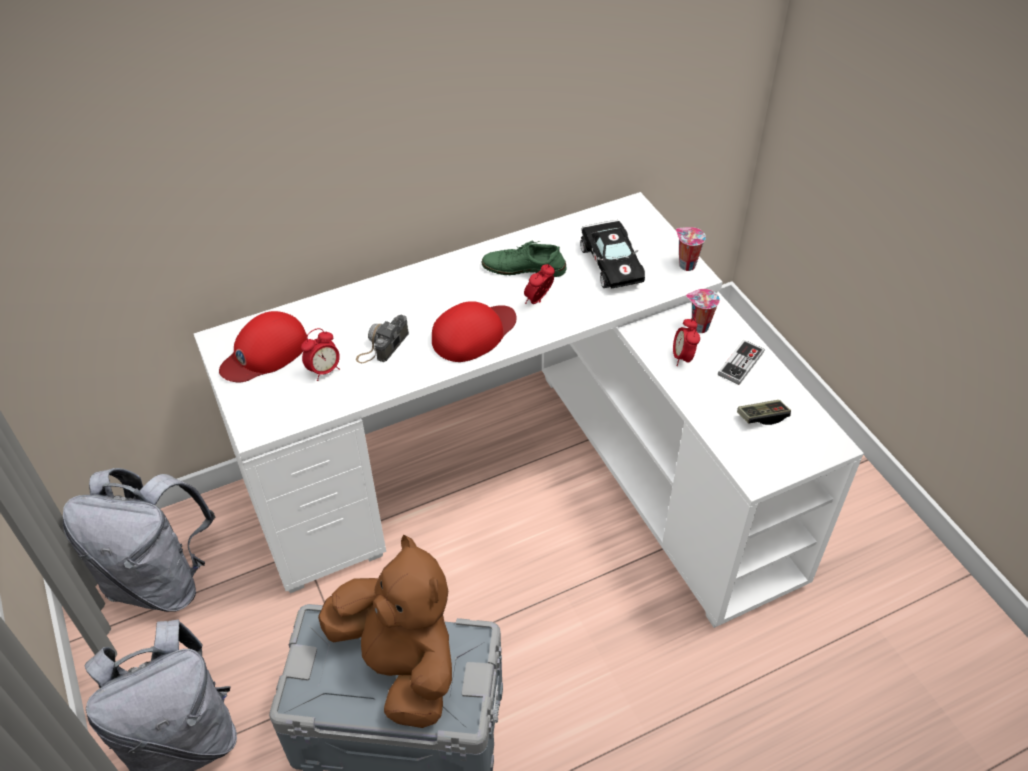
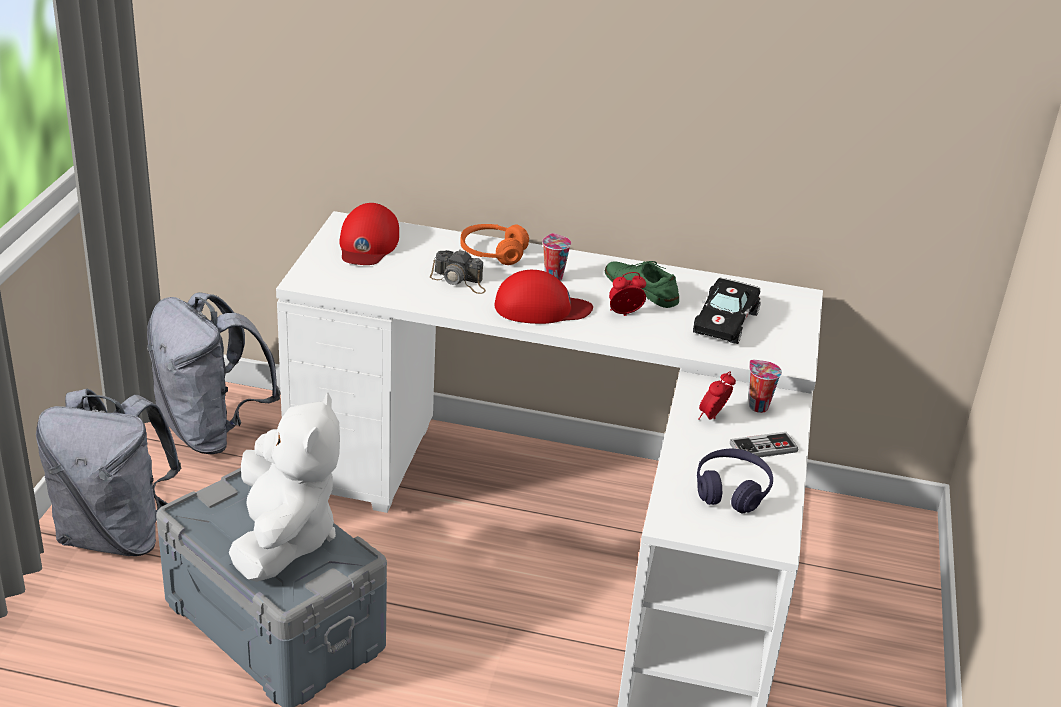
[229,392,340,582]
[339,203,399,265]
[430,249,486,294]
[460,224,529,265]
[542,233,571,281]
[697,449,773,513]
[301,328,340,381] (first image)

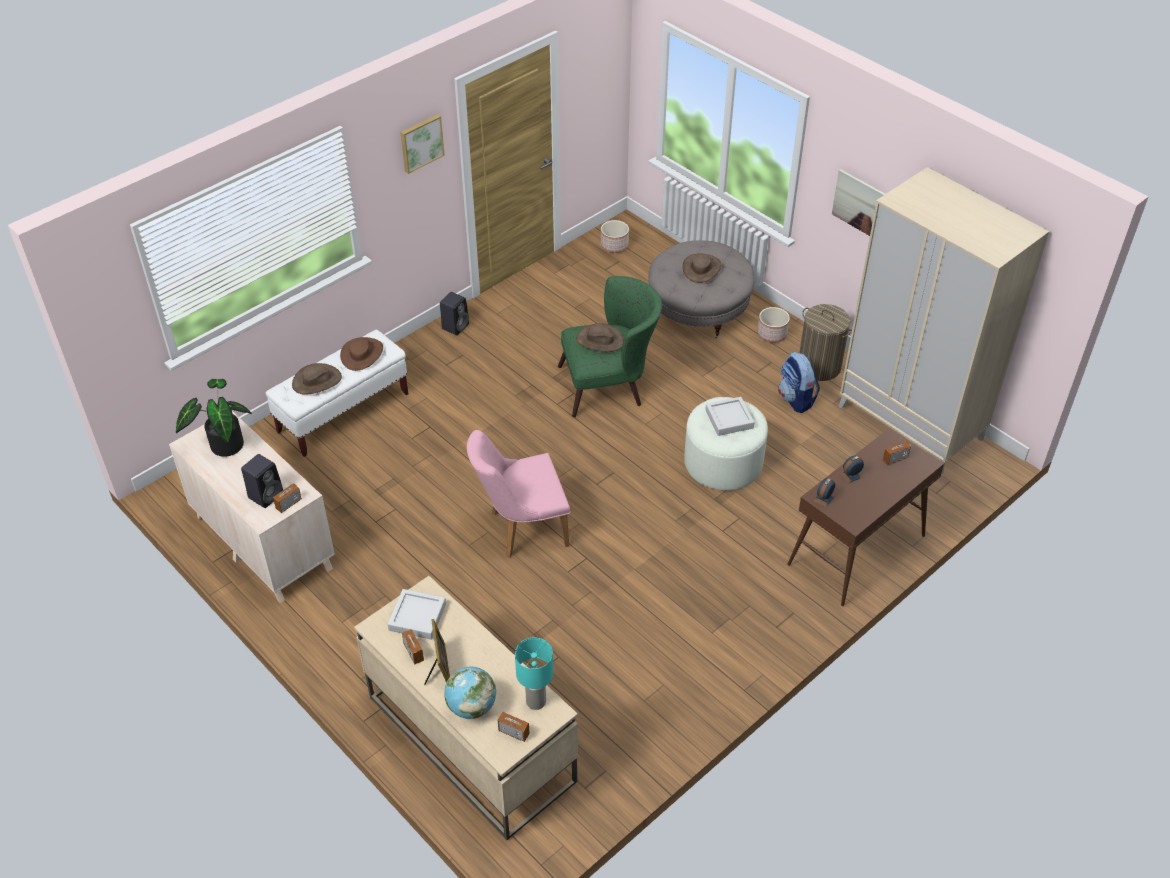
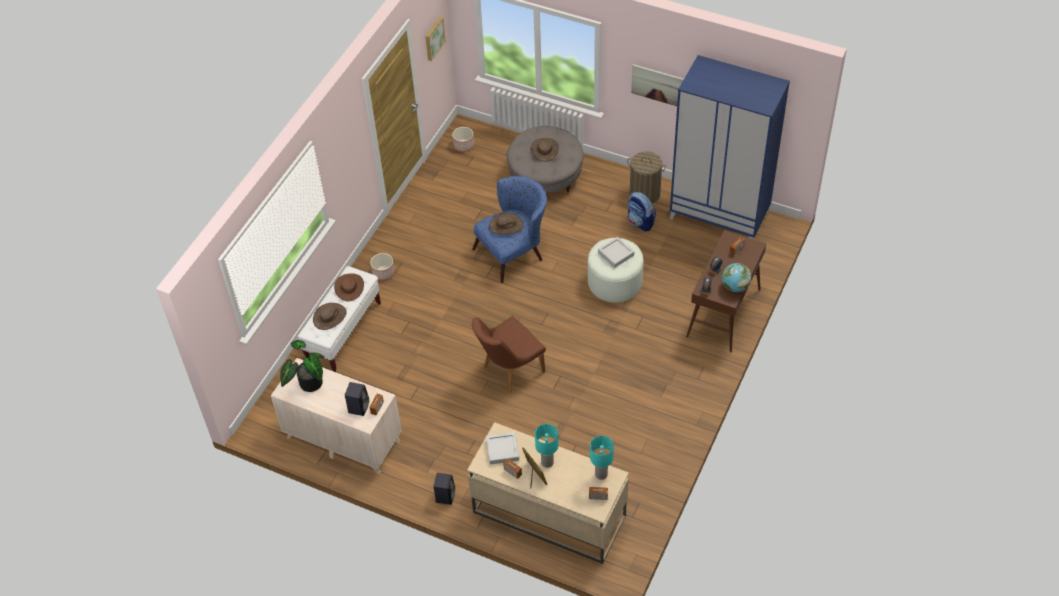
[370,253,395,280]
[425,17,446,61]
[434,473,455,505]
[472,176,547,283]
[472,316,546,393]
[535,424,558,468]
[670,55,790,239]
[722,263,751,292]

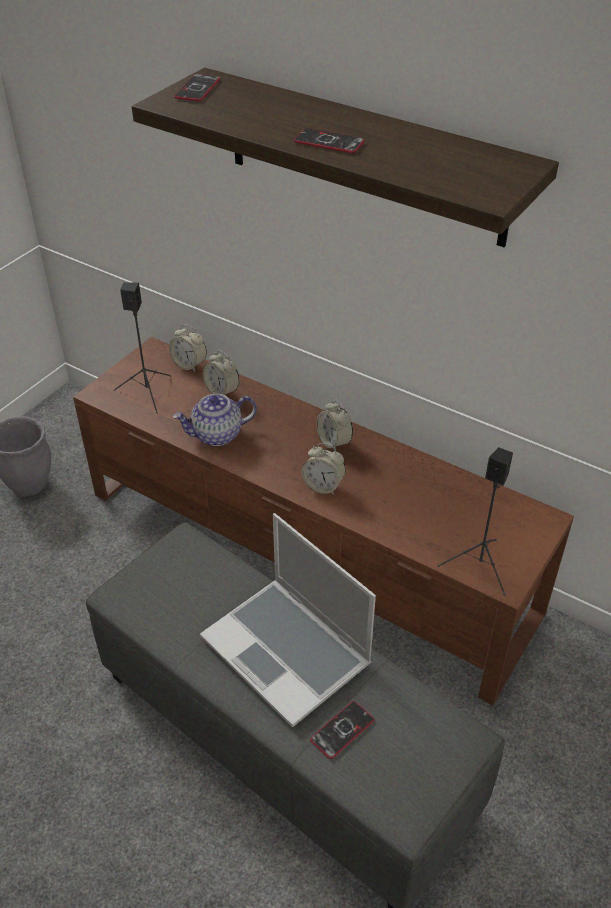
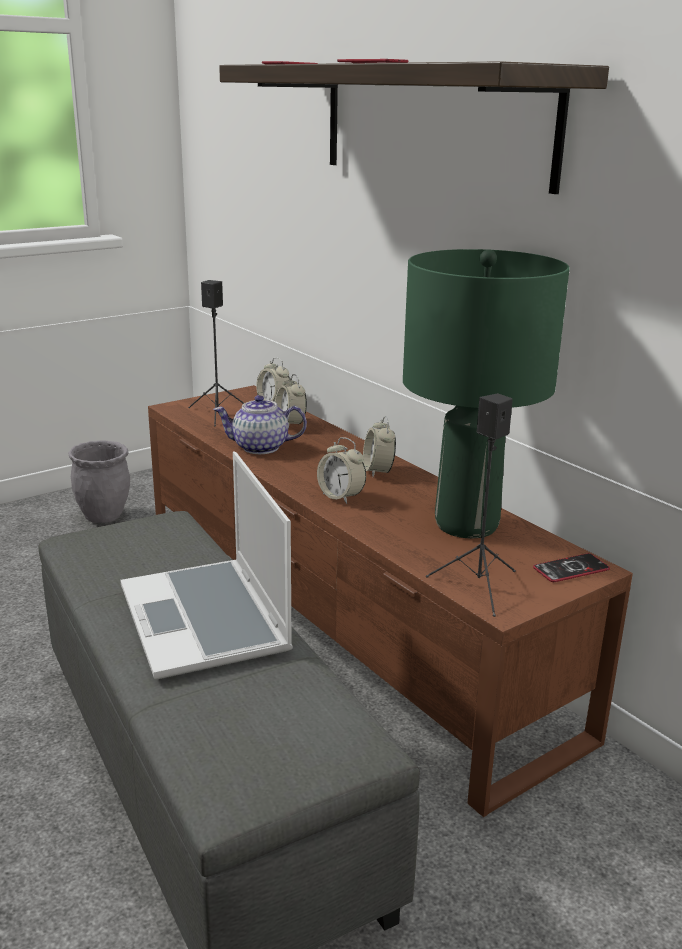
[403,249,570,538]
[533,553,610,582]

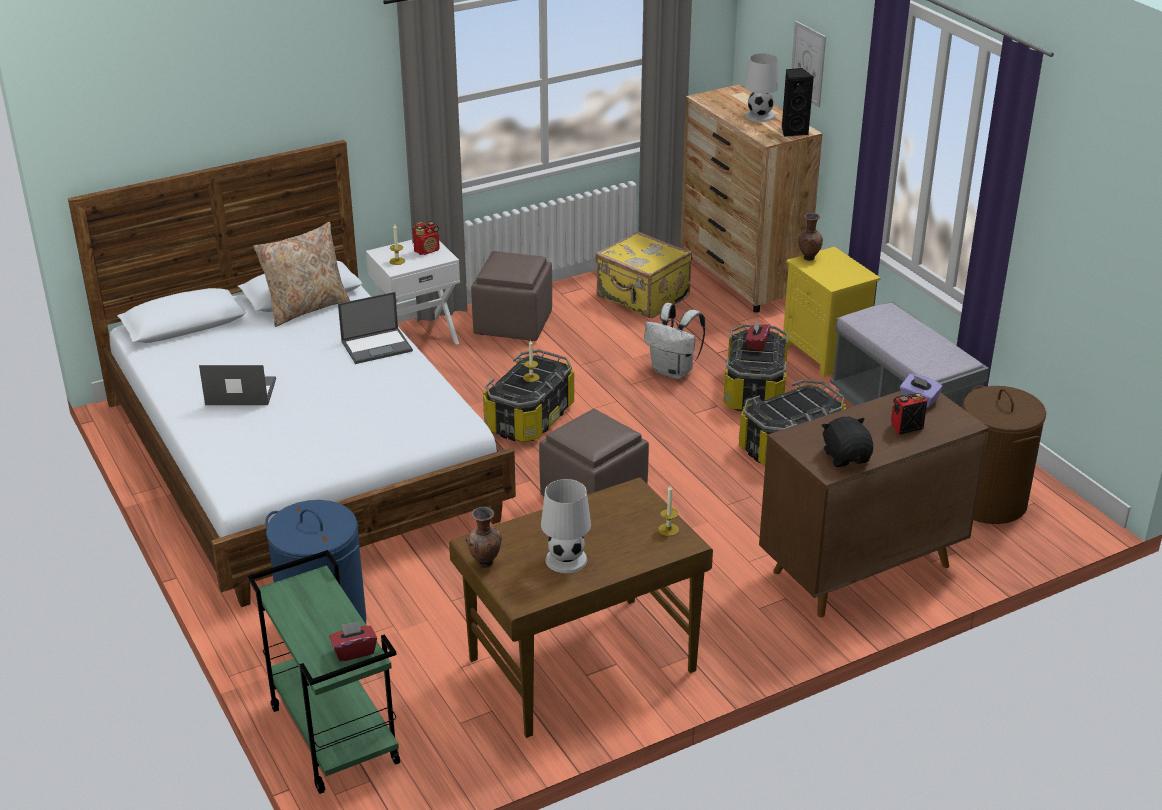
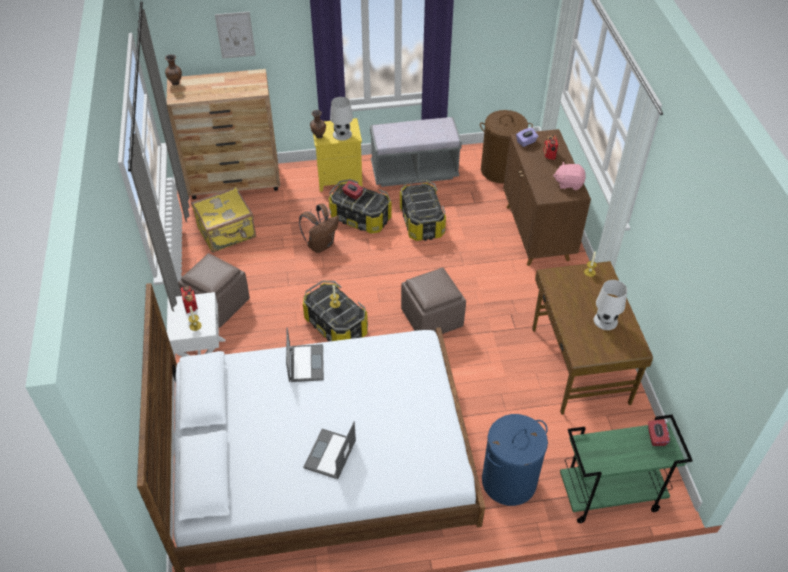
[165,54,182,85]
[299,204,339,253]
[330,97,353,141]
[553,162,586,190]
[253,222,350,327] (first image)
[782,68,814,137] (first image)

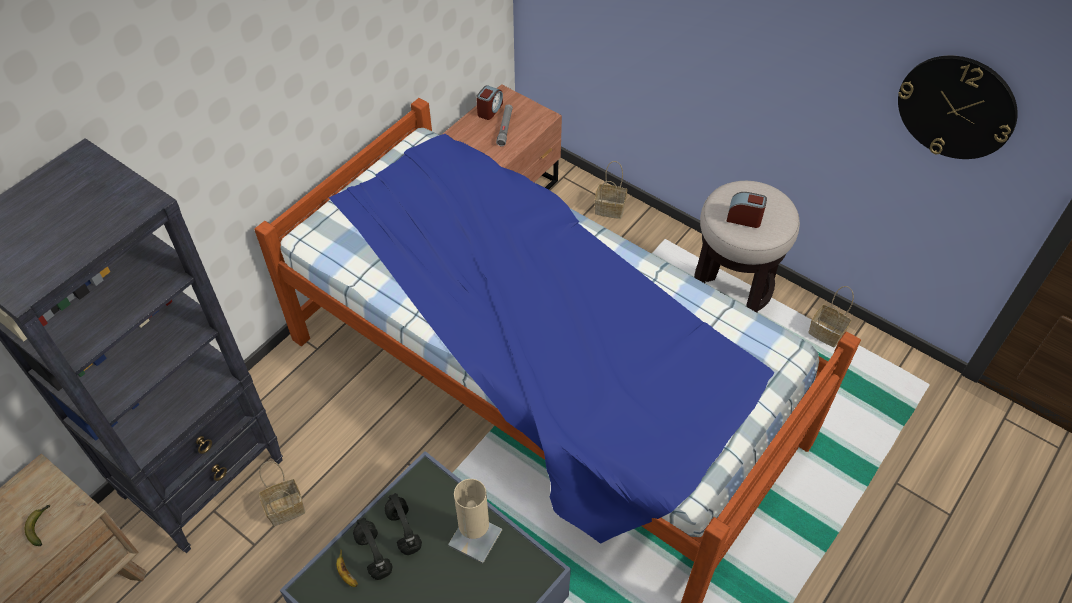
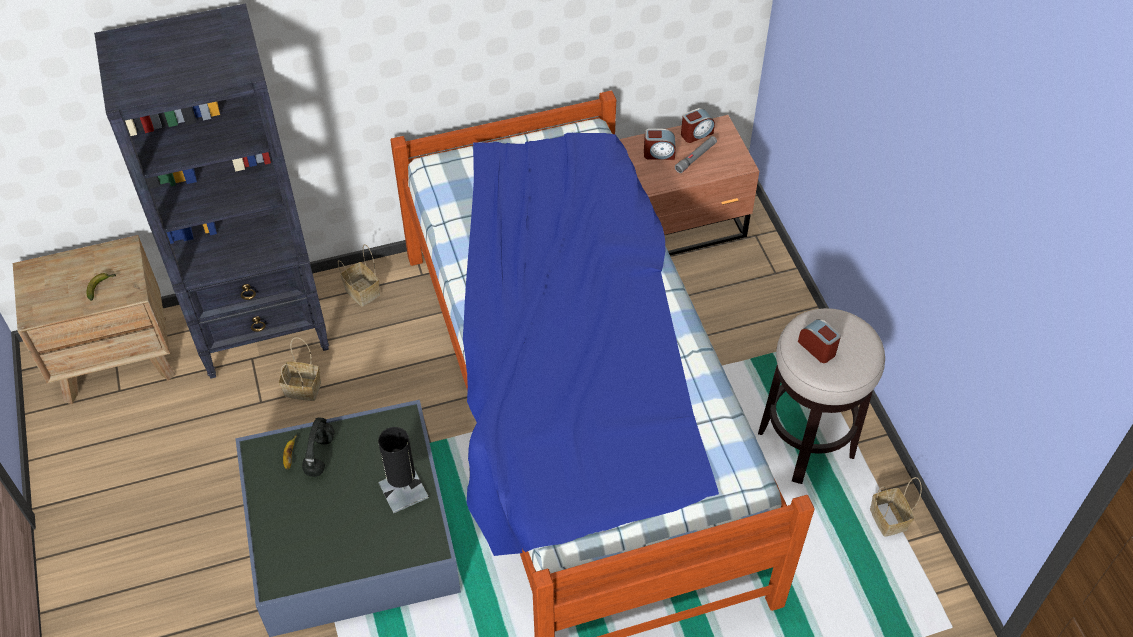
[338,244,380,307]
[378,427,429,513]
[644,129,676,160]
[384,493,422,555] (first image)
[898,56,1018,159] (first image)

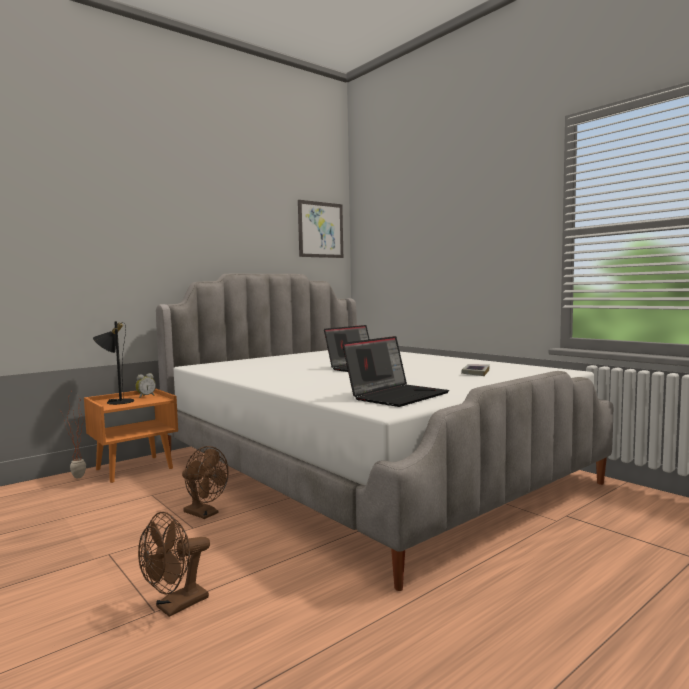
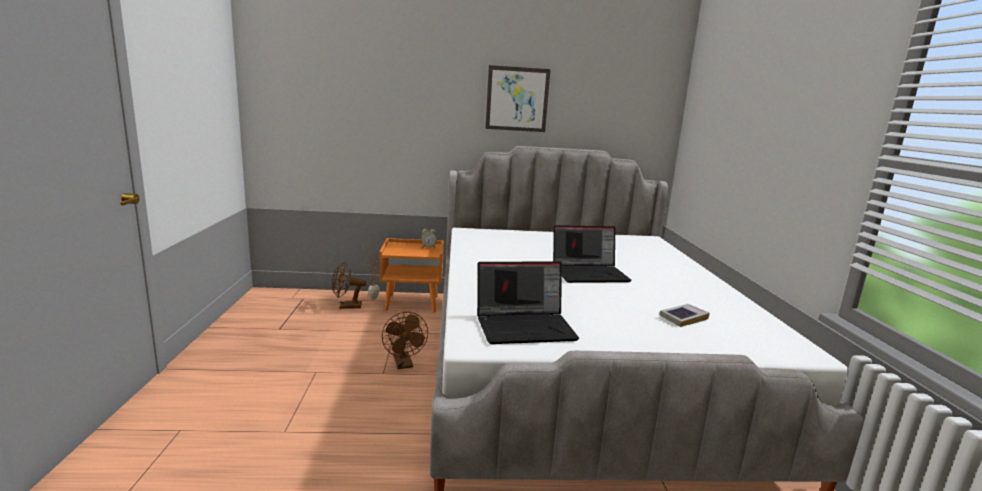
[332,262,366,309]
[485,65,550,132]
[93,321,134,405] (first image)

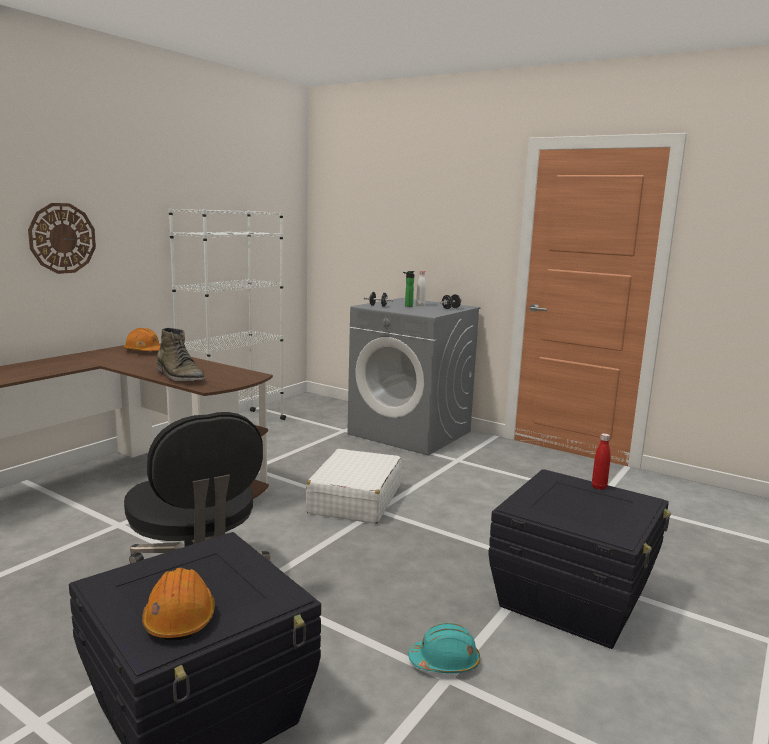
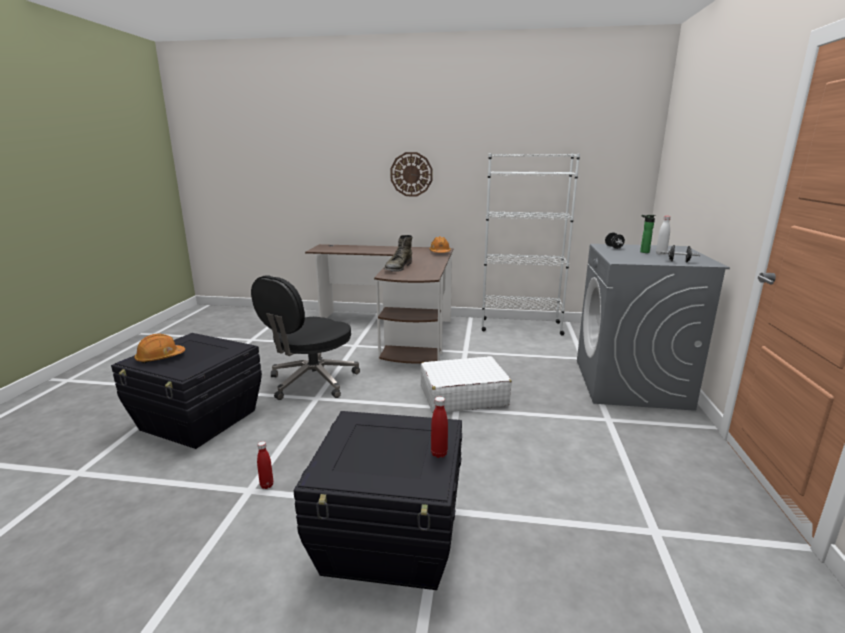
[257,441,273,489]

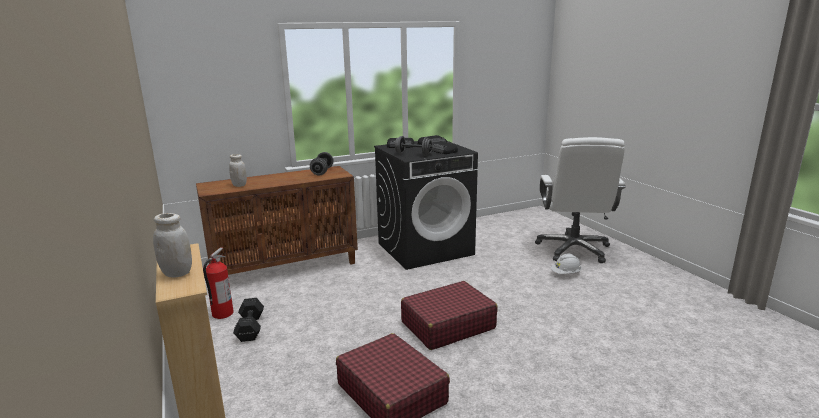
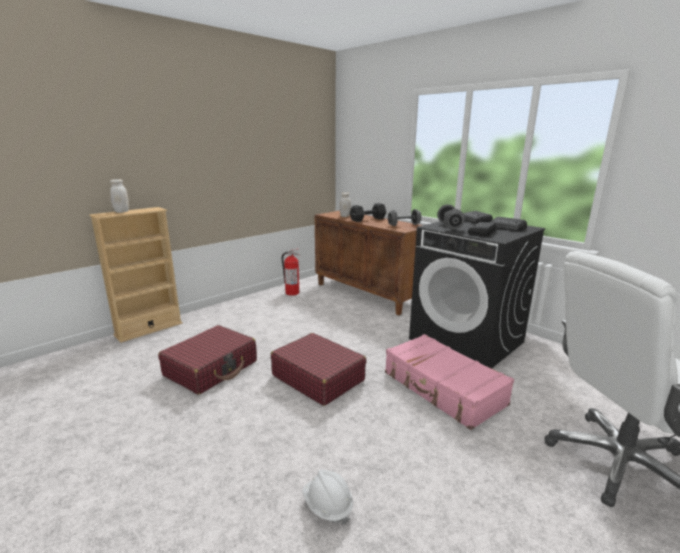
[302,469,353,525]
[350,203,386,222]
[385,334,514,430]

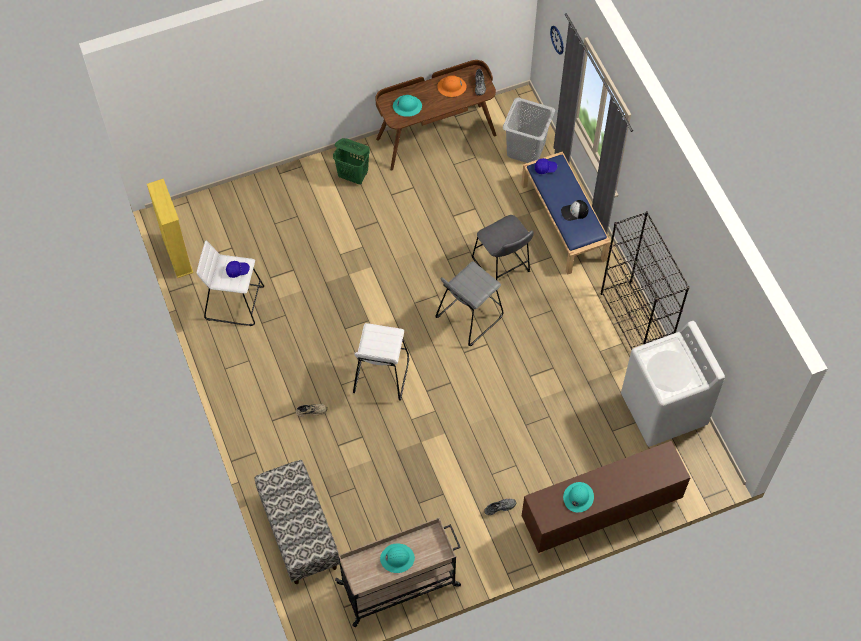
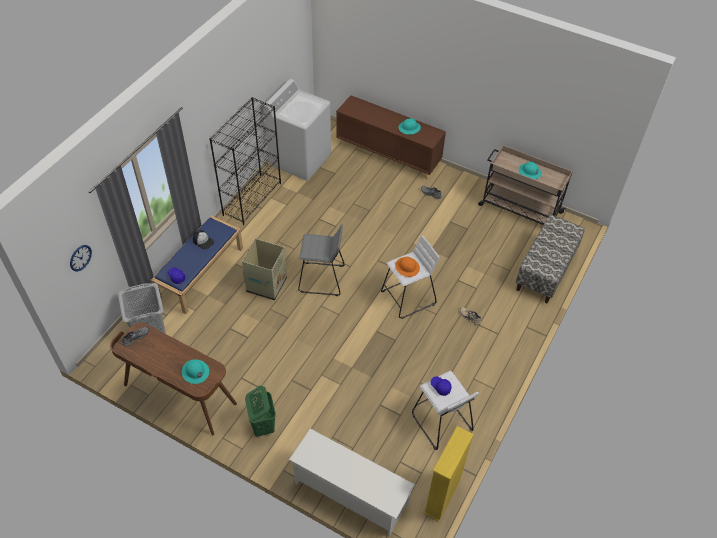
[242,239,287,300]
[289,429,415,536]
[395,257,420,277]

